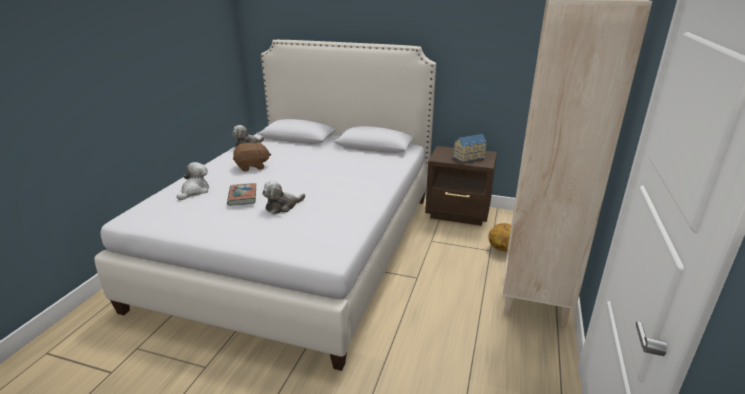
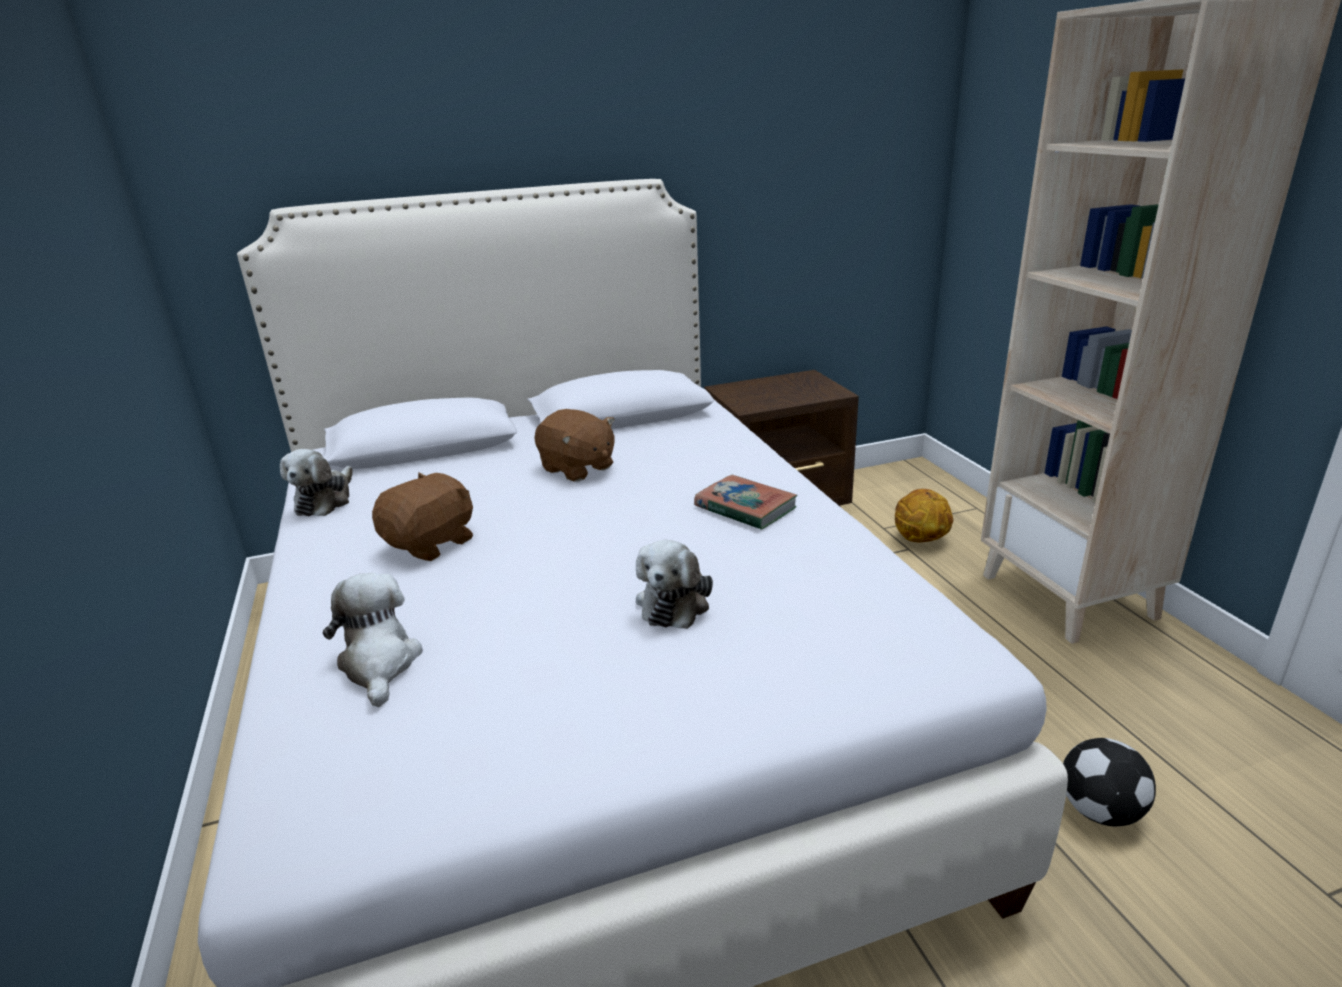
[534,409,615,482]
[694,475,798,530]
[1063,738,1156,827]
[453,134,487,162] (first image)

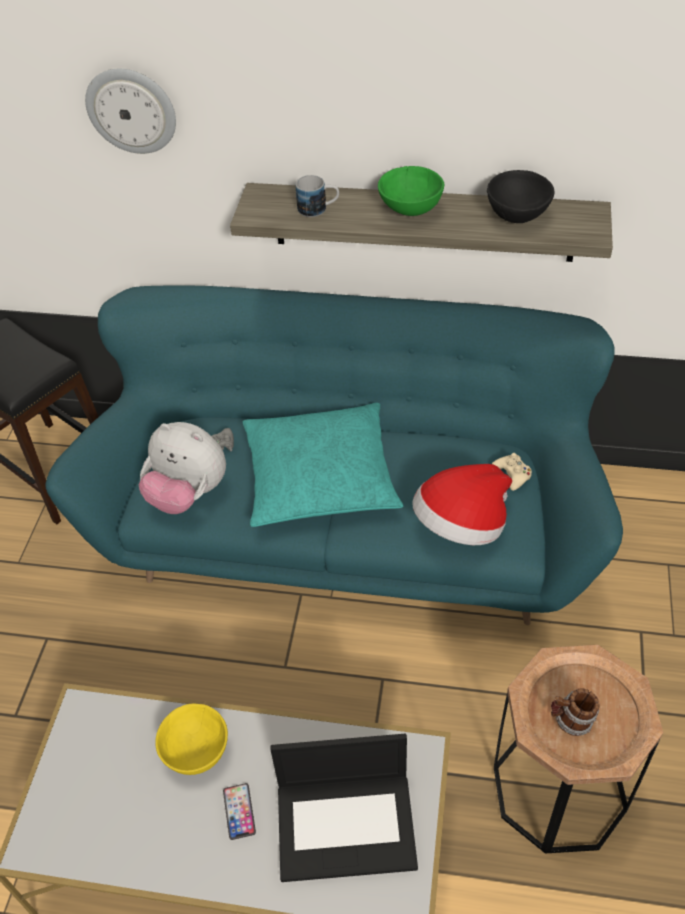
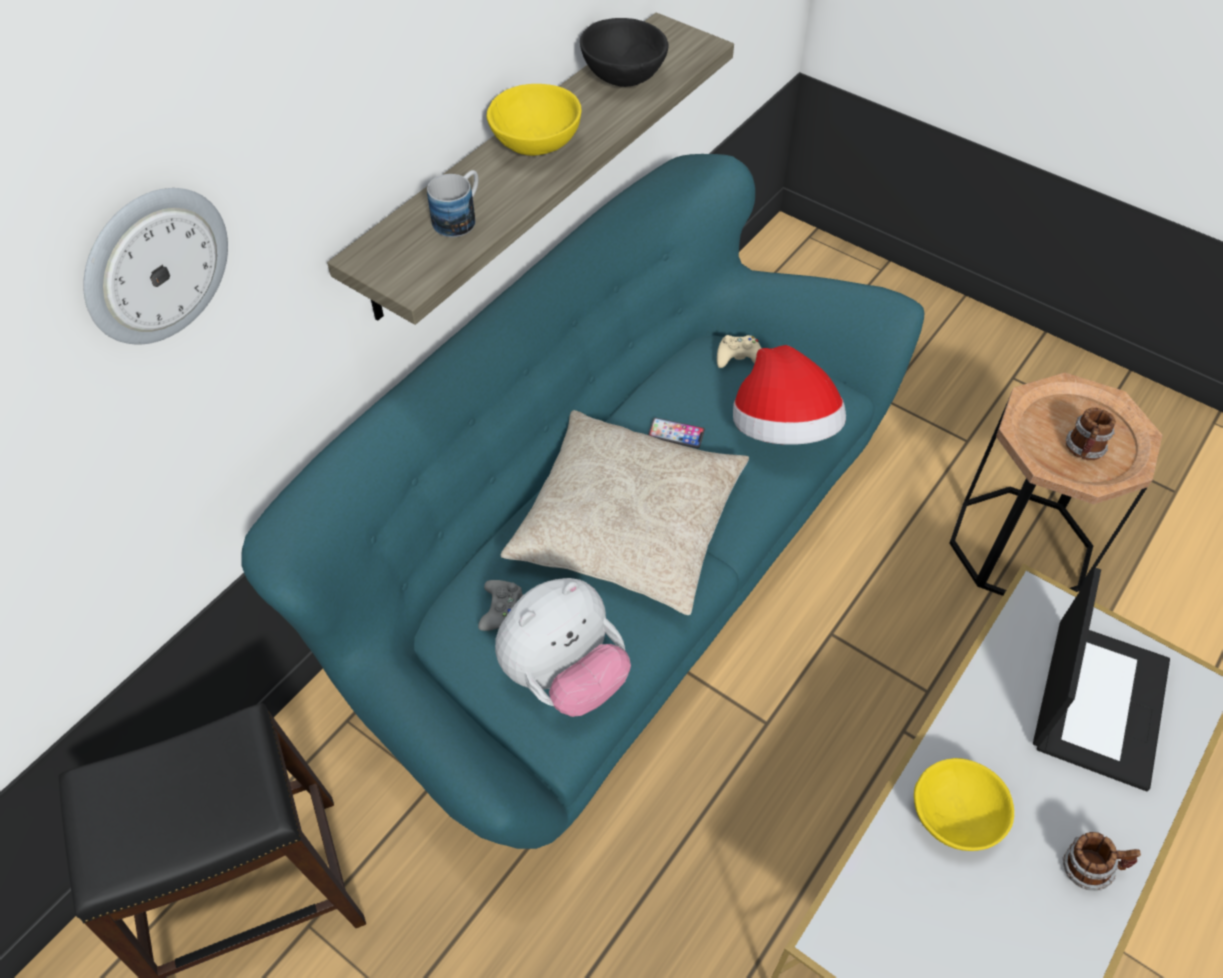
[487,84,581,156]
[500,410,749,615]
[648,418,705,448]
[1062,832,1141,891]

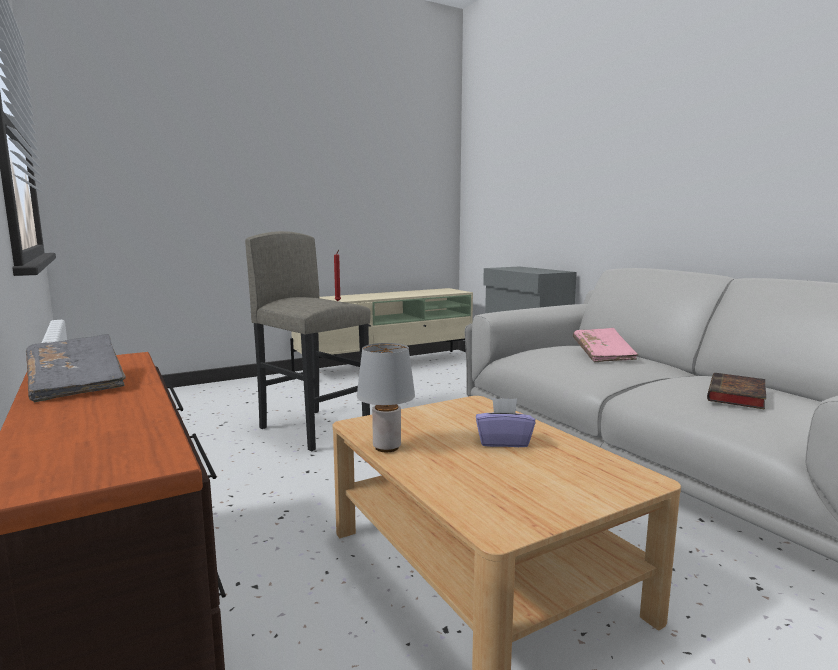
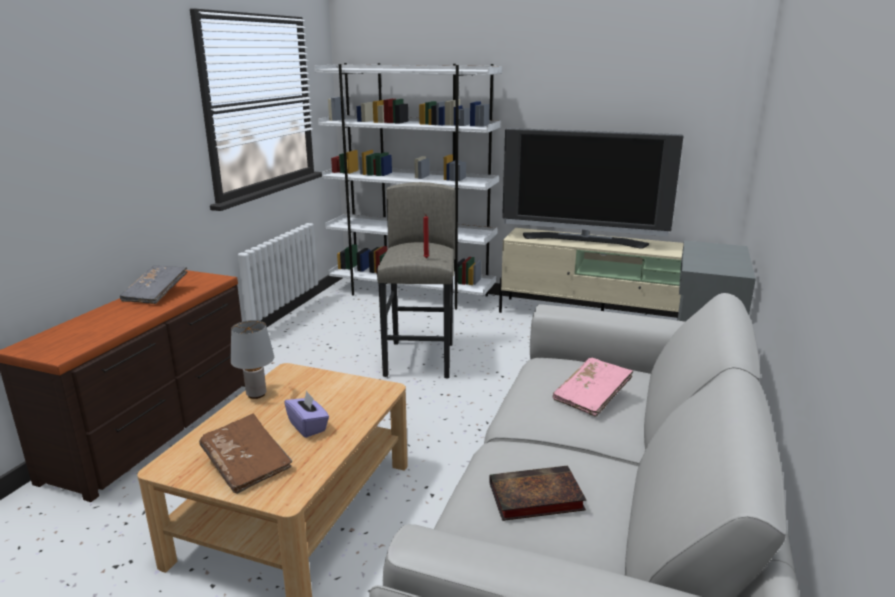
[199,413,292,494]
[314,63,502,310]
[502,128,683,249]

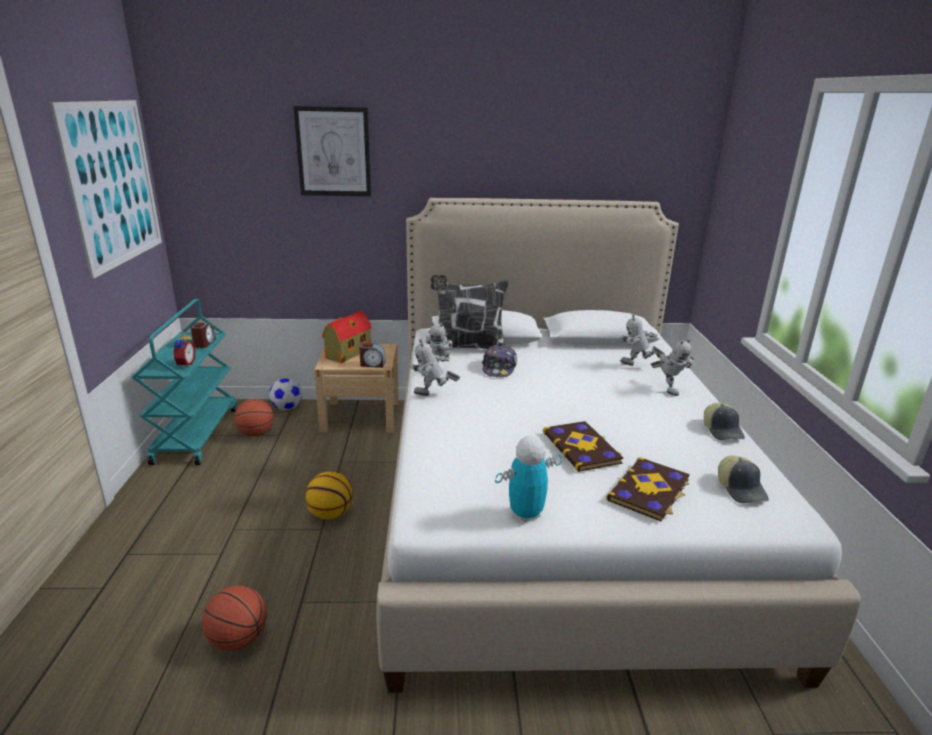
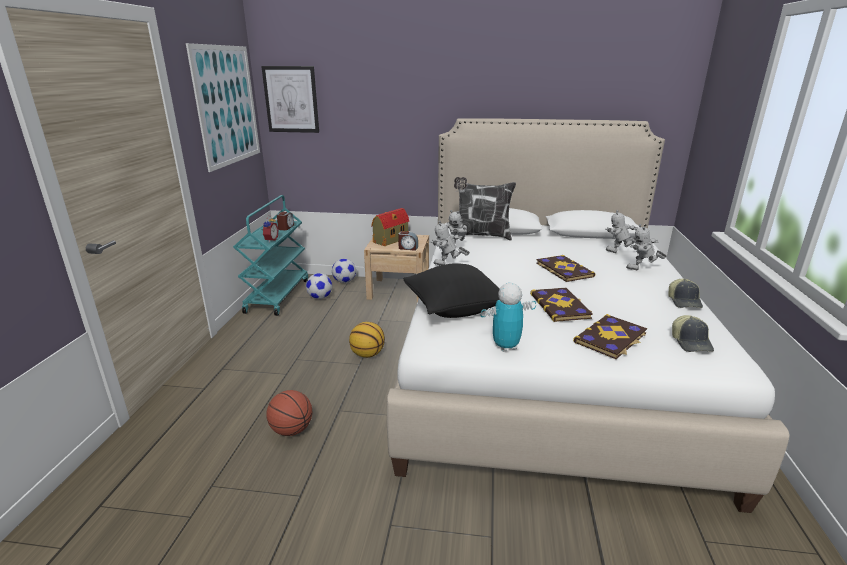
[261,66,319,133]
[306,273,332,299]
[403,263,500,318]
[536,255,595,282]
[626,224,666,270]
[482,345,517,377] (first image)

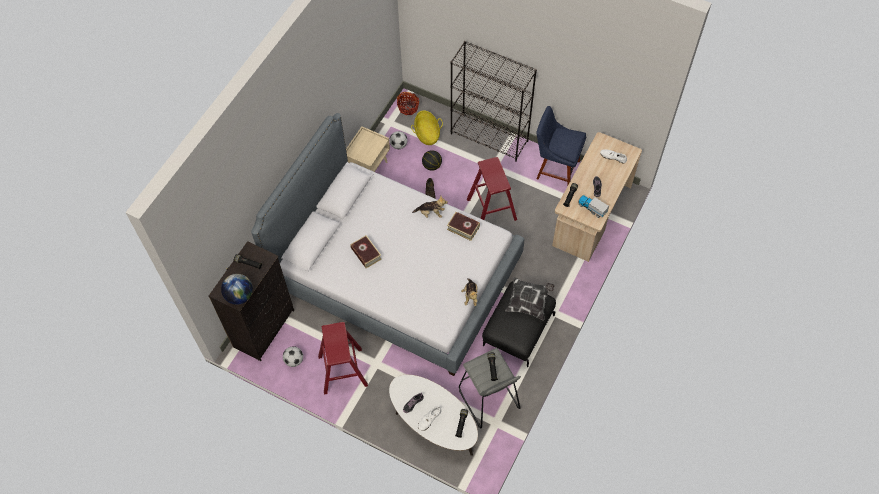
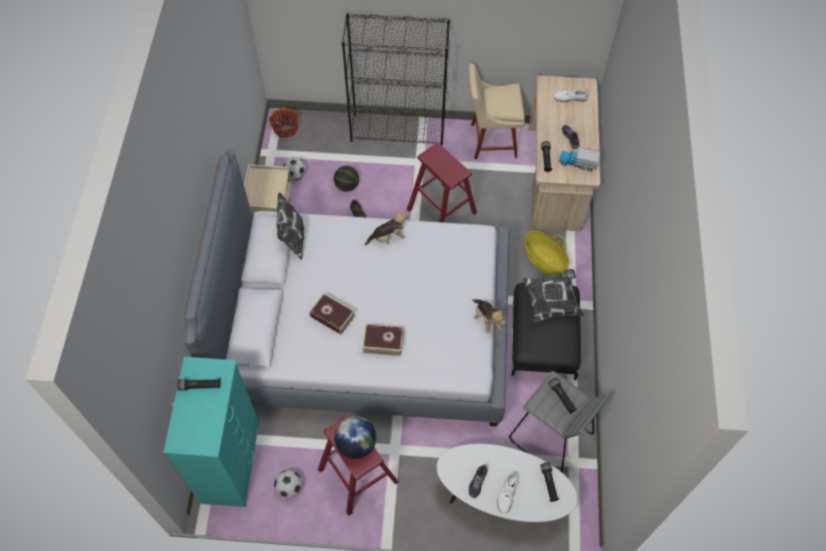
[163,357,260,507]
[276,192,304,260]
[334,416,376,459]
[362,325,403,356]
[469,63,525,159]
[524,231,569,275]

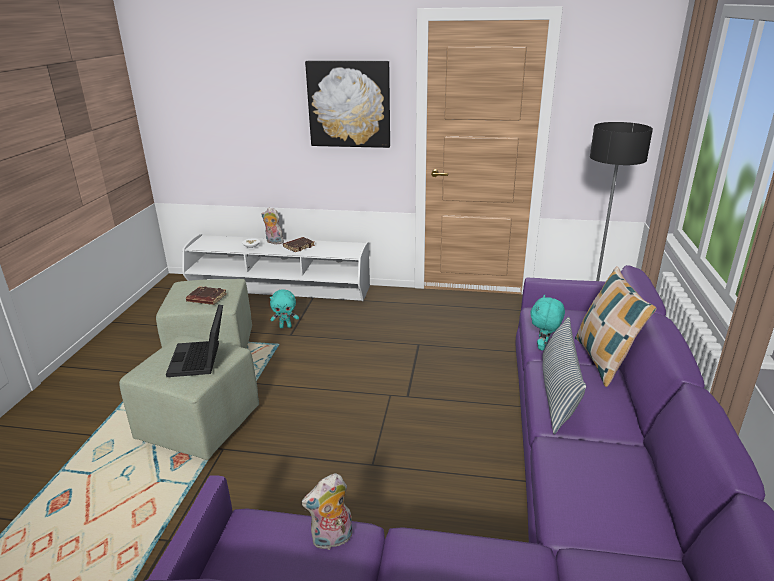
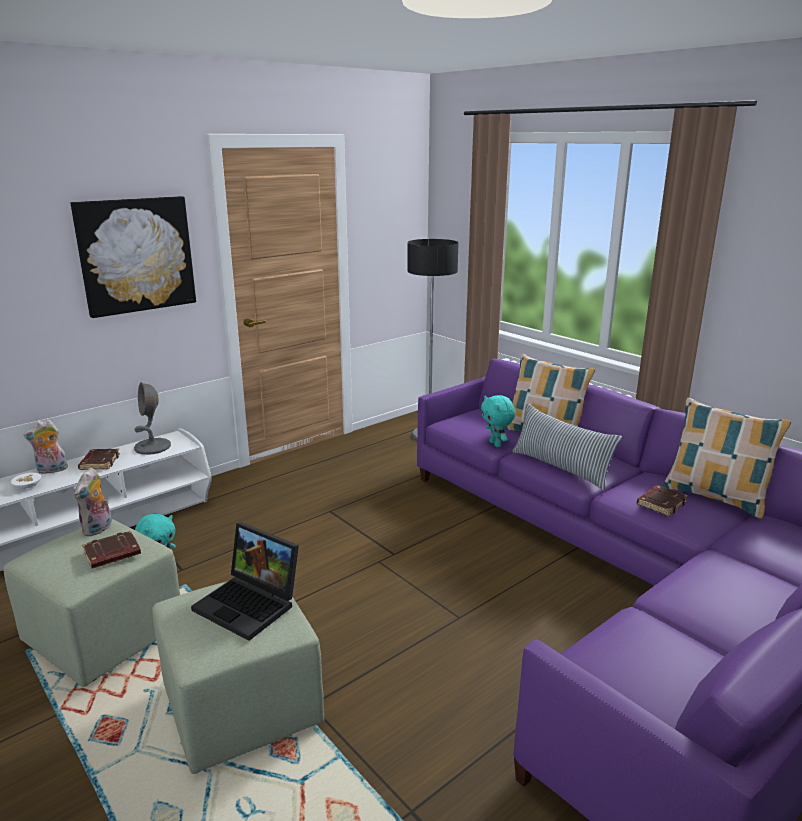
[74,468,112,536]
[134,382,171,455]
[637,485,688,516]
[662,398,791,519]

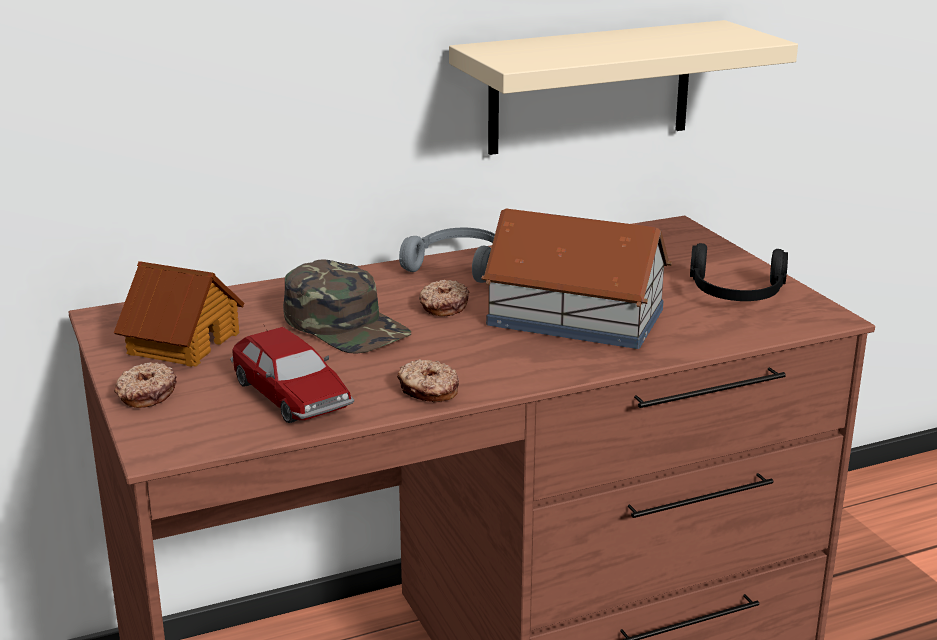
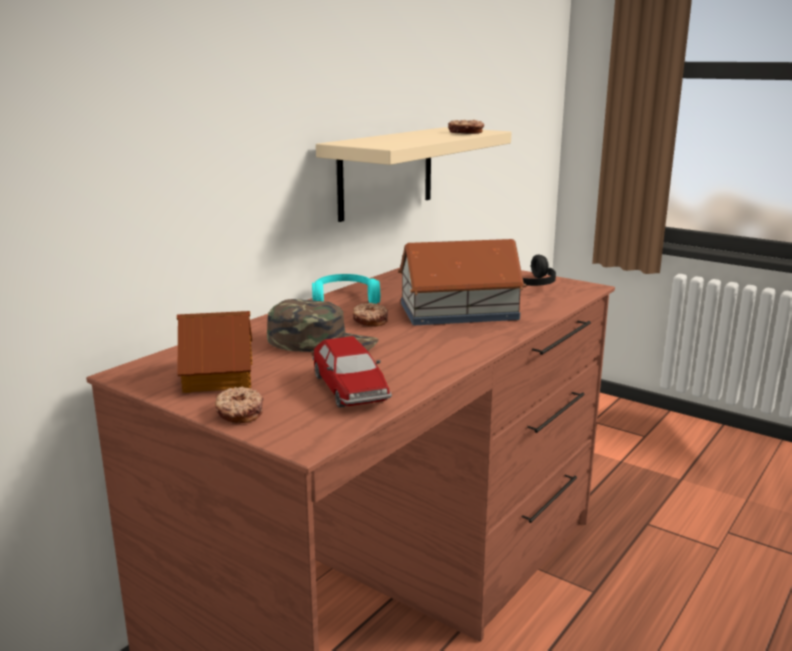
[312,274,380,304]
[312,334,392,407]
[448,120,484,134]

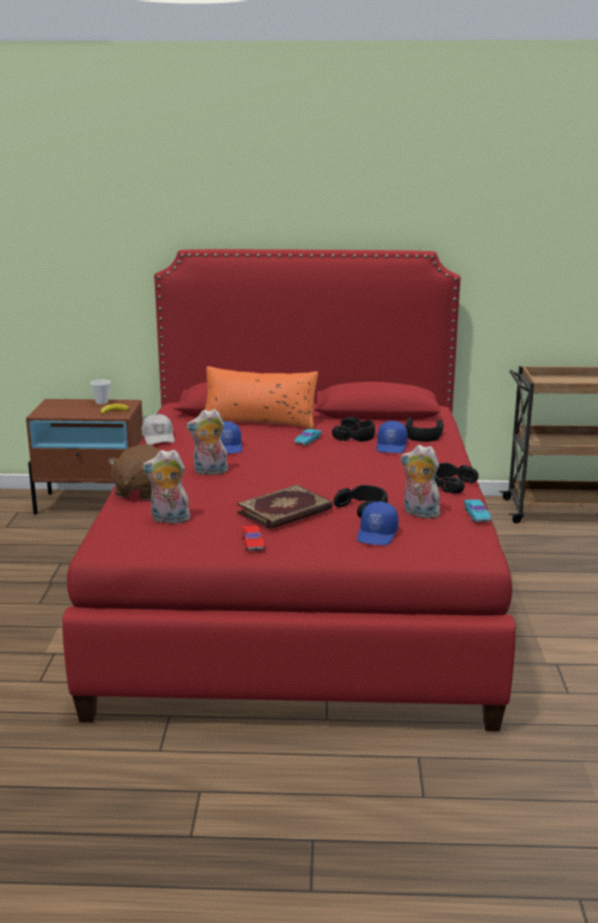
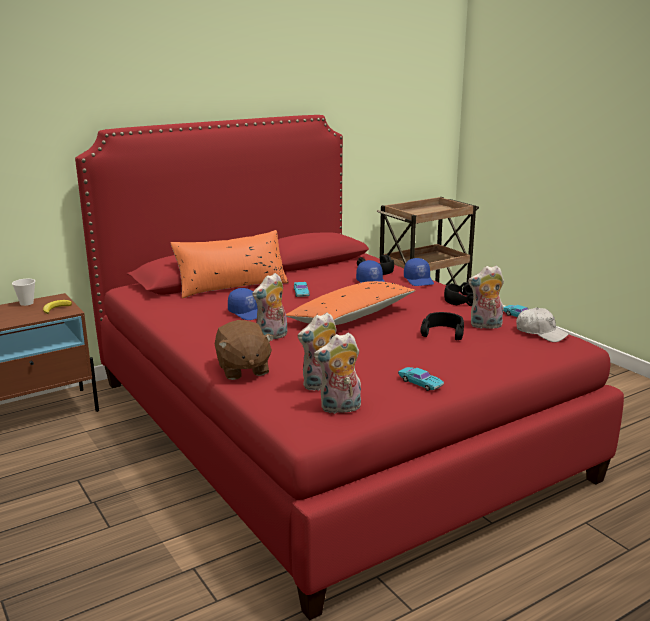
[286,281,416,325]
[314,332,361,414]
[398,367,444,391]
[404,258,434,286]
[516,308,569,342]
[237,485,333,529] (first image)
[332,417,375,442] (first image)

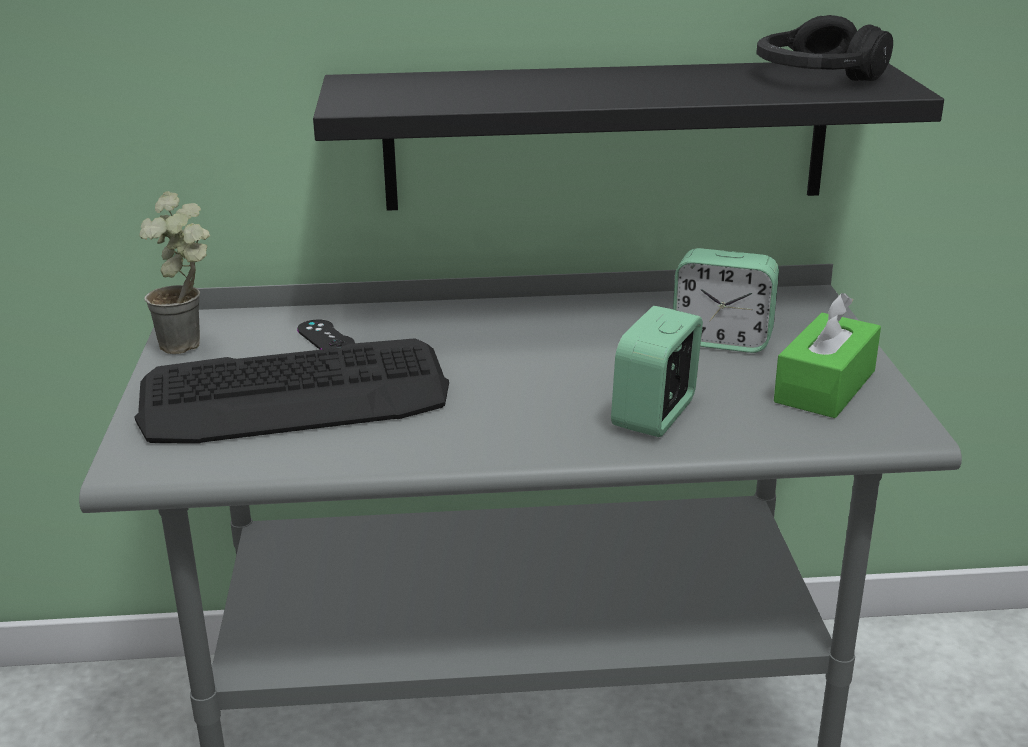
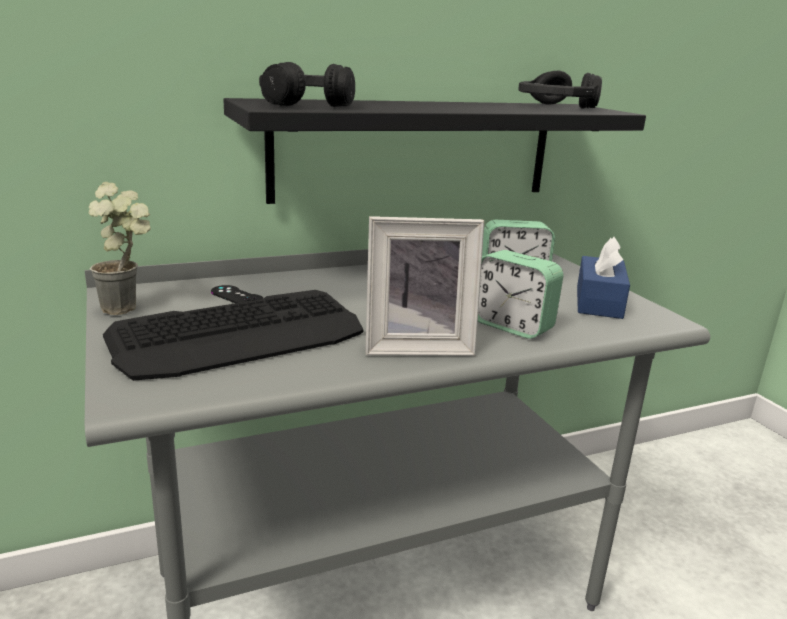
[259,62,355,107]
[365,216,484,356]
[478,250,563,339]
[577,237,630,319]

